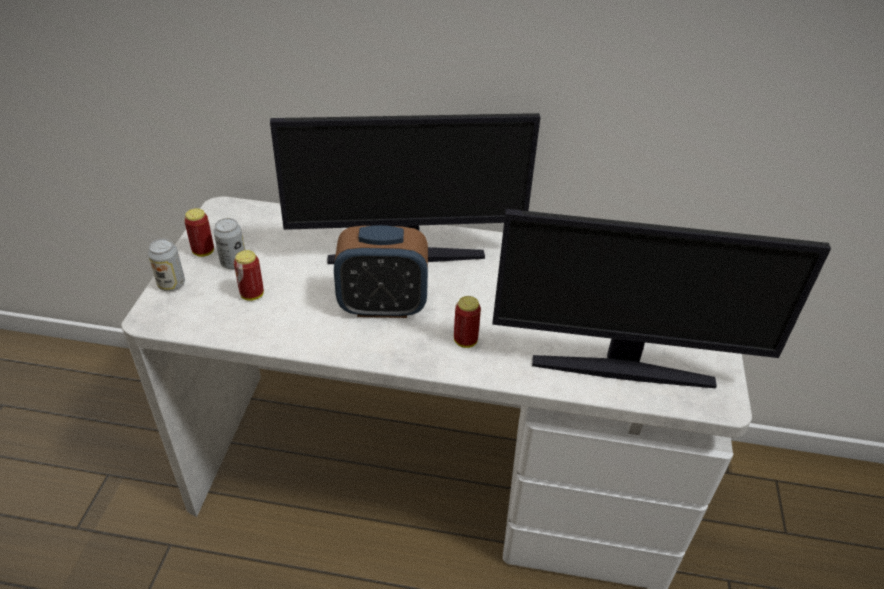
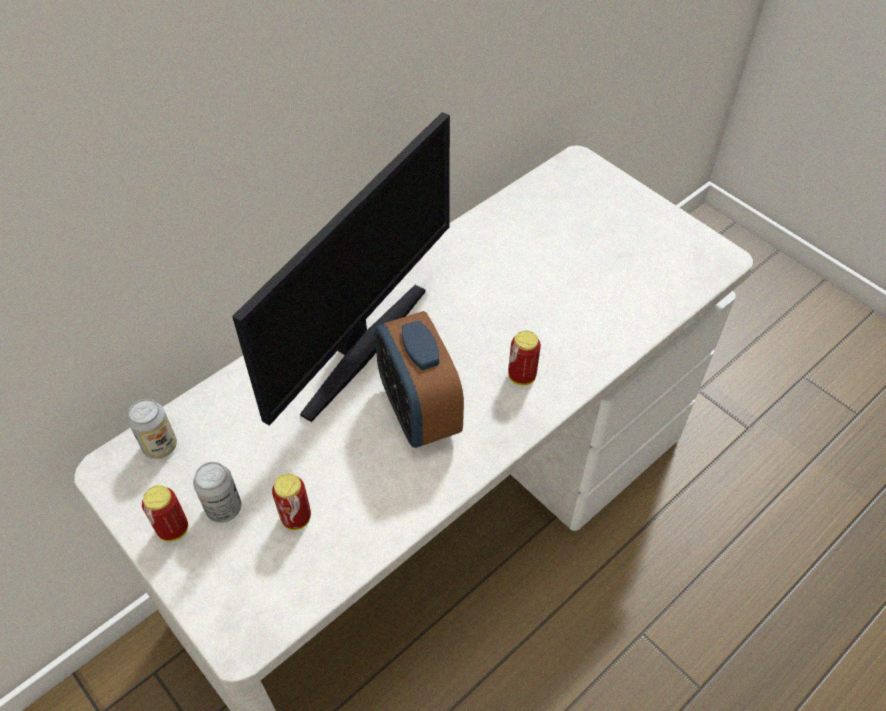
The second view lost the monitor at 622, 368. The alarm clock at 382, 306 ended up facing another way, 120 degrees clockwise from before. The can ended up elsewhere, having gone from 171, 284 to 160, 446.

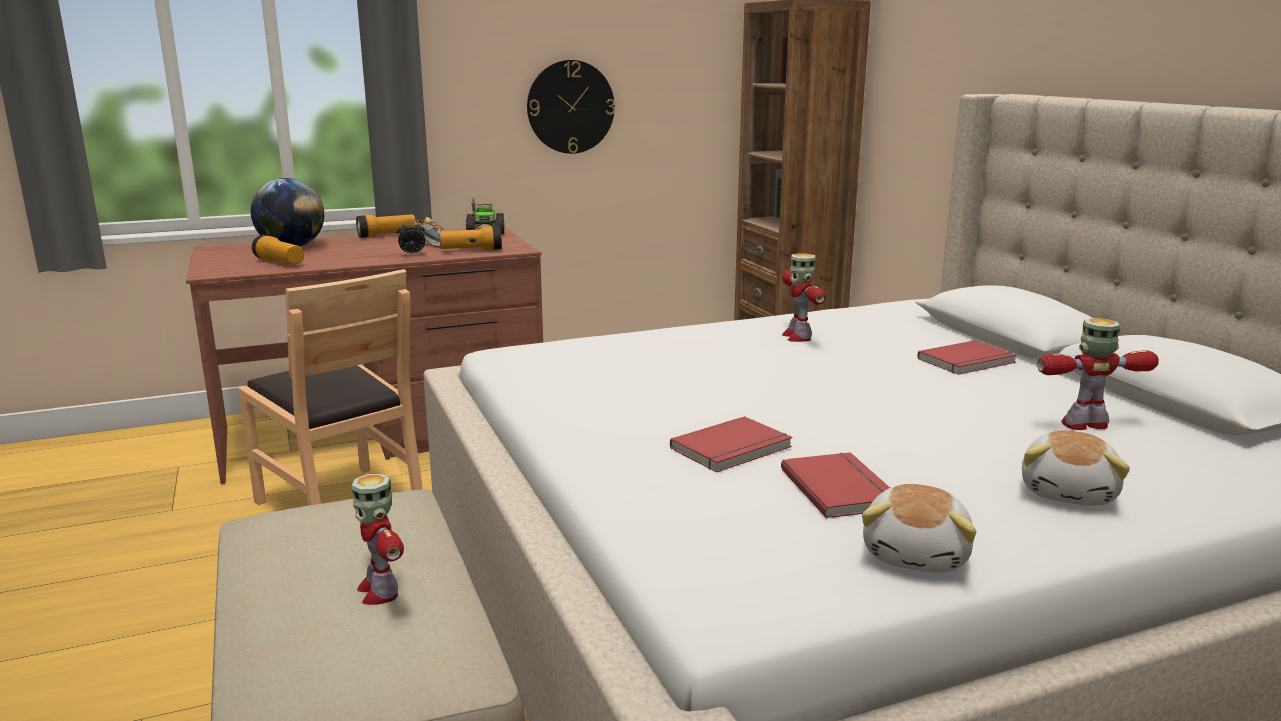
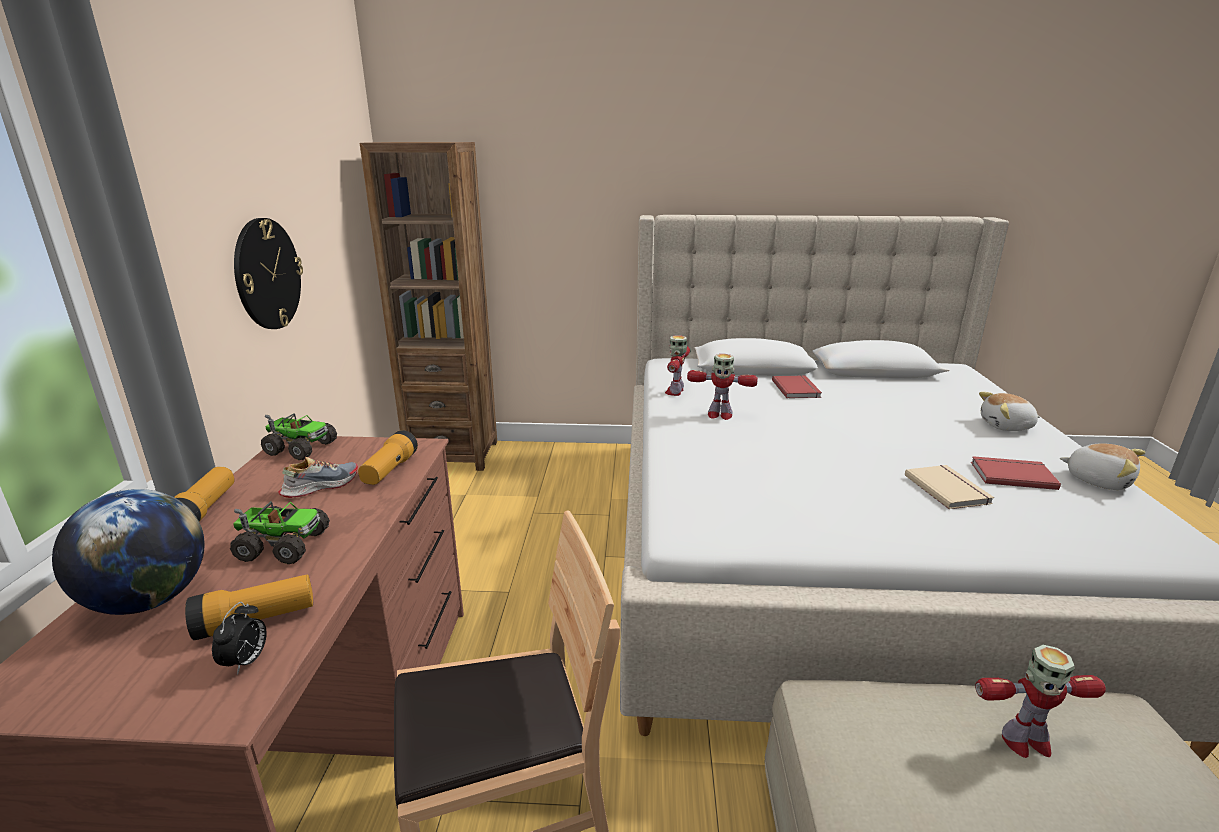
The alarm clock ended up elsewhere, having gone from 412, 255 to 246, 661. The toy robot ended up elsewhere, having gone from 1085, 425 to 675, 391. What was the red book at 733, 449 turned into the beige book at 948, 489. The plush toy at 1069, 493 ended up facing another way, 135 degrees clockwise from before. The second view gained the toy truck at 283, 545.

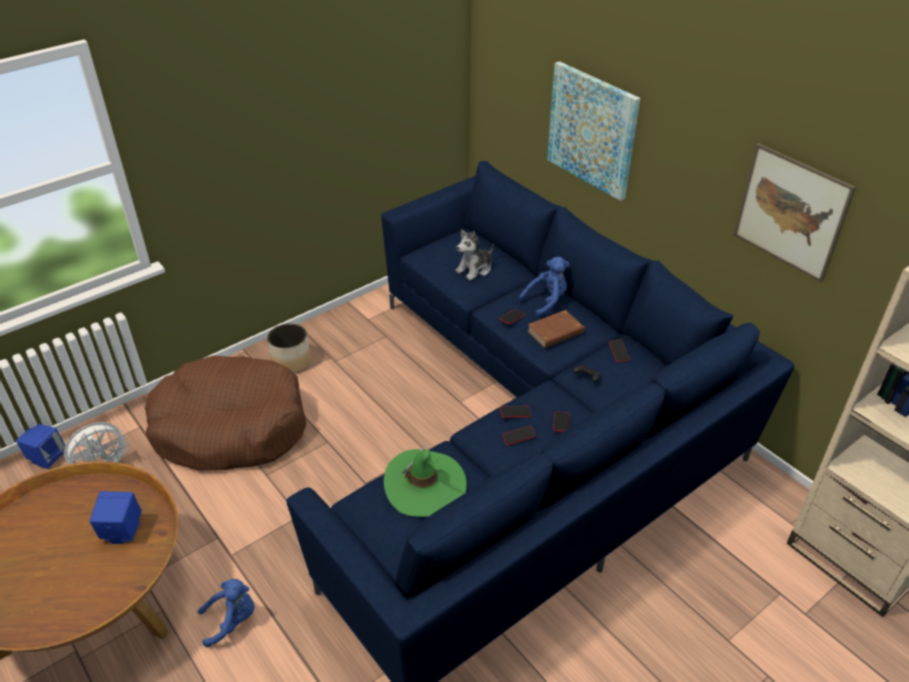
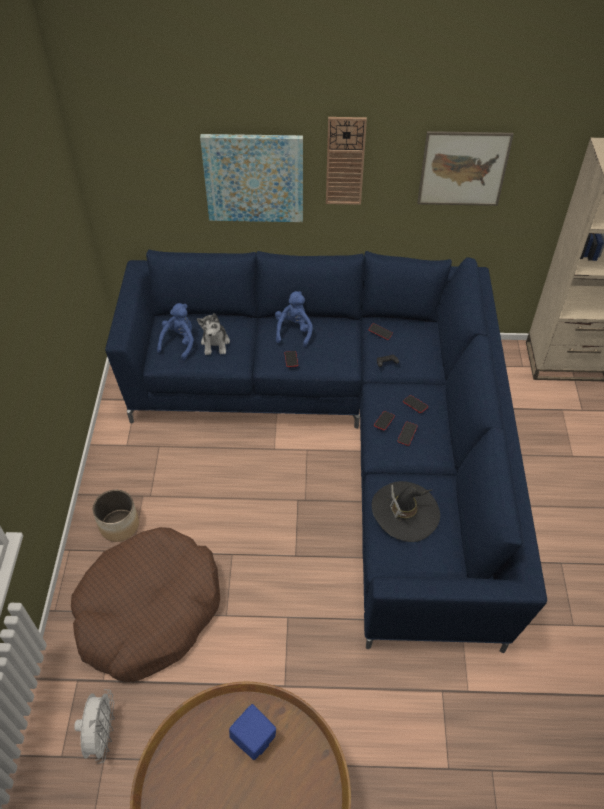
The second view lost the brown book at 555, 332. The second view lost the blue speaker at 47, 457. What was the green hat at 425, 485 turned into the black hat at 405, 512. The blue plush toy ended up elsewhere, having gone from 232, 620 to 179, 343. The second view gained the wall clock at 345, 161.

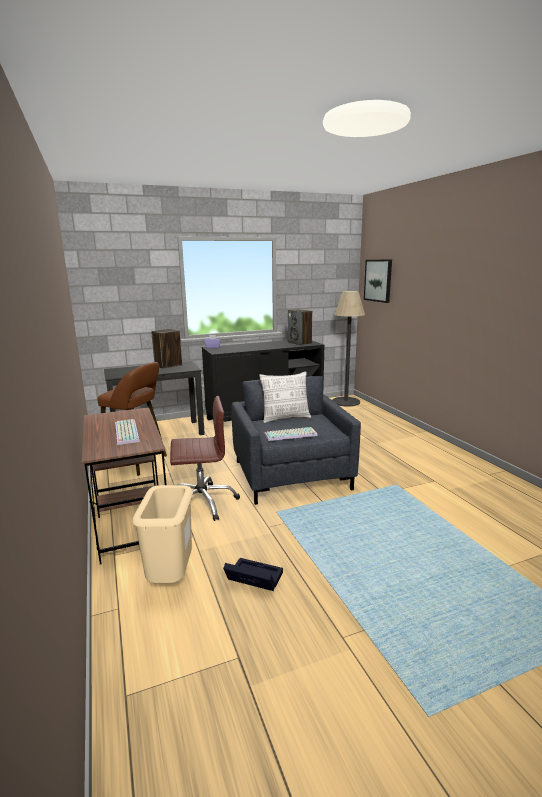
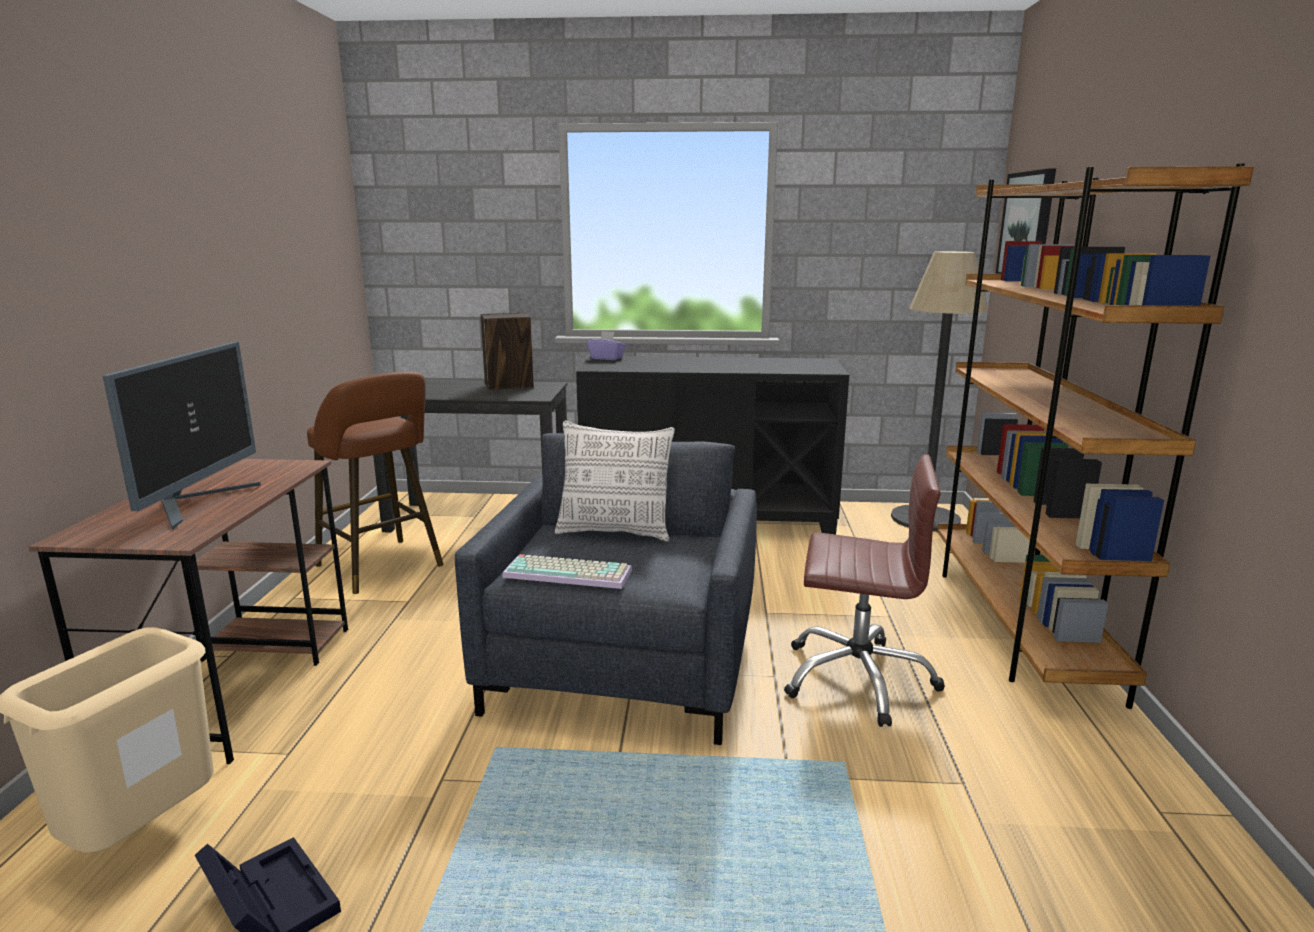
The second view lost the speaker at 300, 343. The brown office chair ended up elsewhere, having gone from 202, 502 to 857, 678. Where the keyboard stood at 125, 432, the monitor came to stand at 198, 503. The second view gained the brown bookcase at 1017, 624.

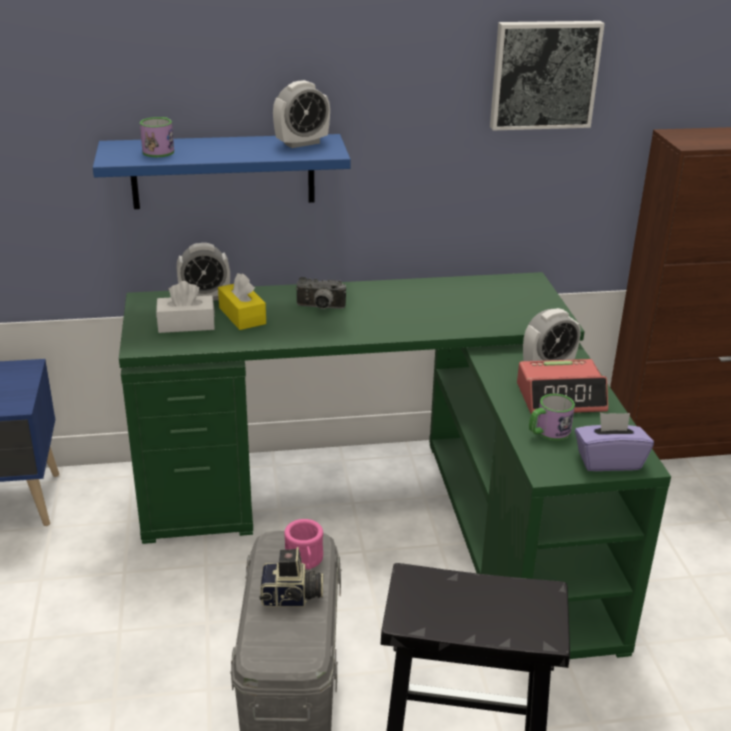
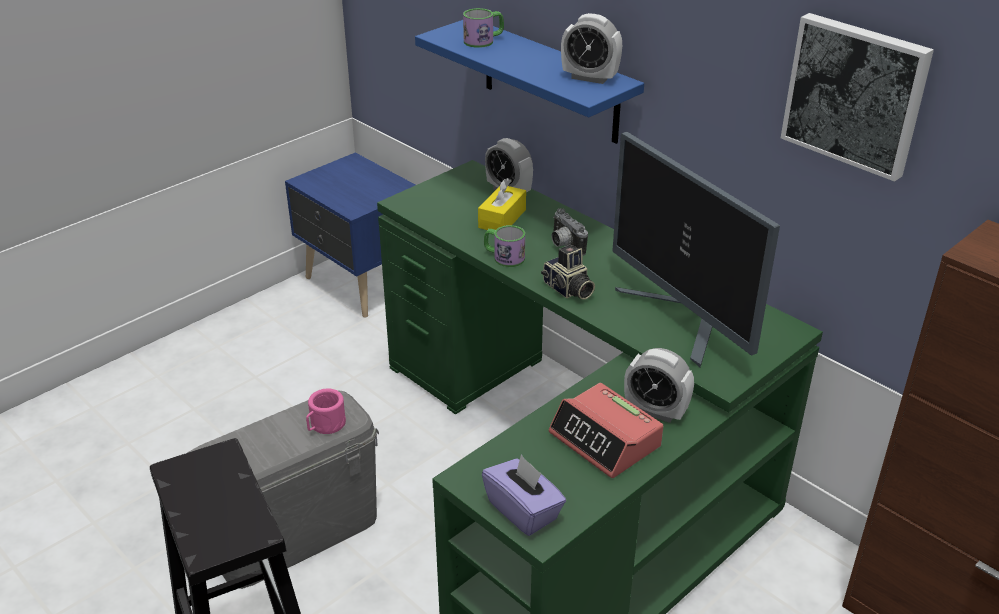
The second view lost the white tissue box at 186, 324. The mug ended up elsewhere, having gone from 548, 432 to 504, 257. The photo camera ended up elsewhere, having gone from 292, 598 to 568, 290. The second view gained the monitor at 682, 321.

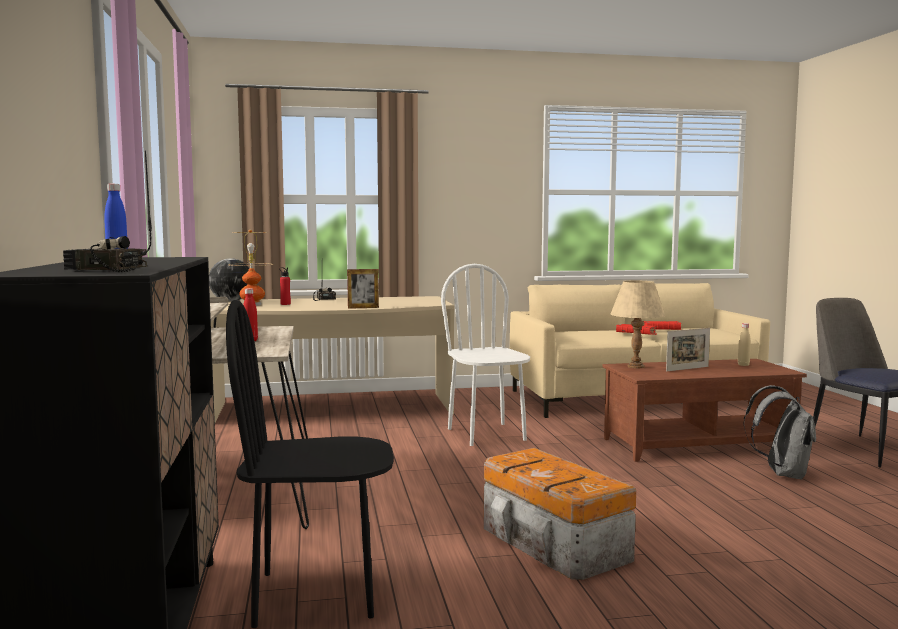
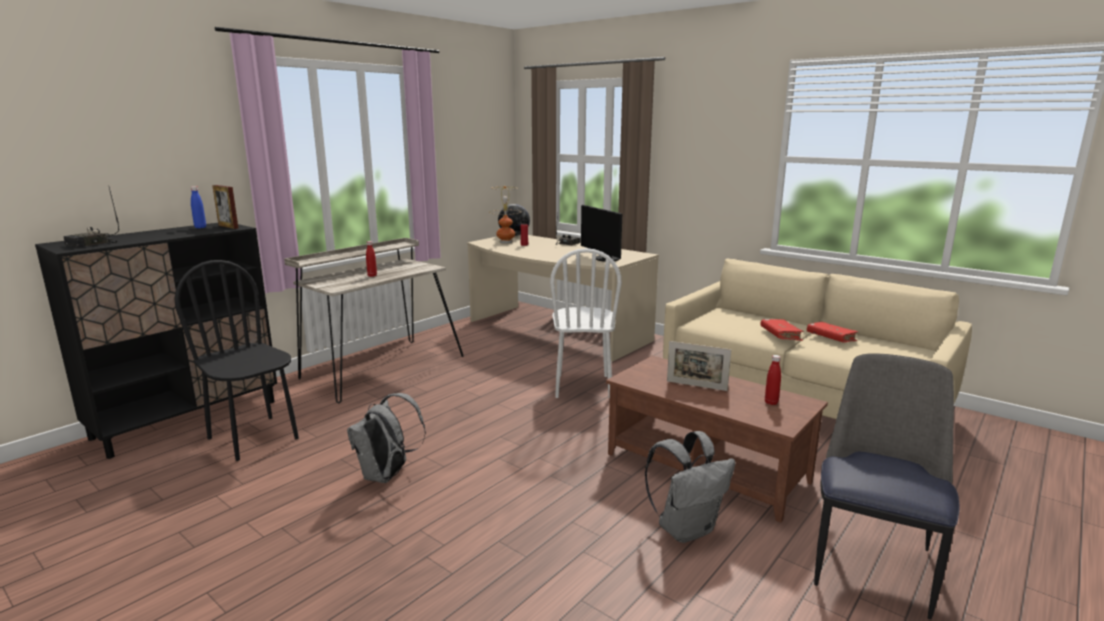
The radio at 106, 270 ended up facing another way, 120 degrees counterclockwise from before. The white chair at 487, 434 ended up facing another way, 150 degrees clockwise from before. The picture frame ended up elsewhere, having gone from 363, 307 to 228, 227. The second view lost the beige table lamp at 635, 366. What was the beige bottle at 743, 365 turned into the red bottle at 771, 402. Where the storage box stood at 553, 544, the grey backpack came to stand at 387, 476. The second view gained the monitor at 604, 259.

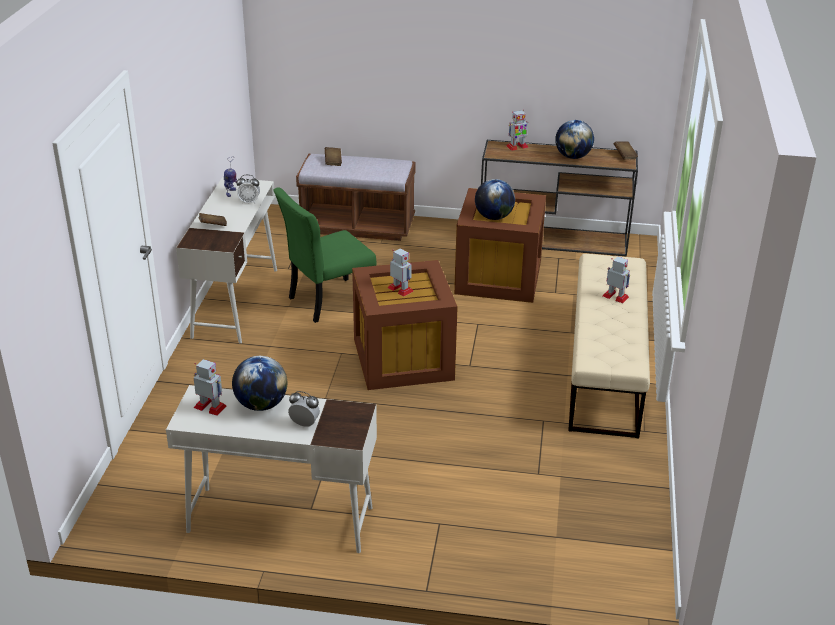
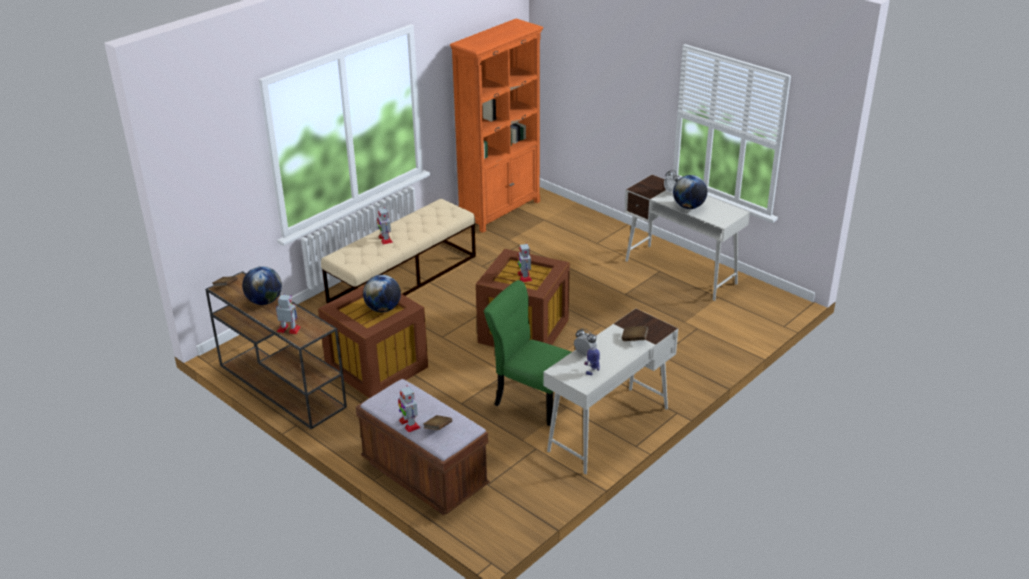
The green chair at 327, 301 ended up facing another way, 150 degrees counterclockwise from before. The toy robot ended up elsewhere, having gone from 210, 407 to 409, 424. The second view gained the orange bookcase at 500, 211.

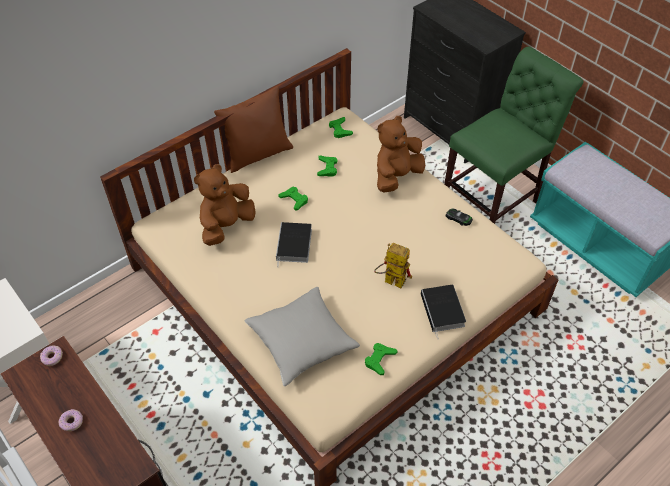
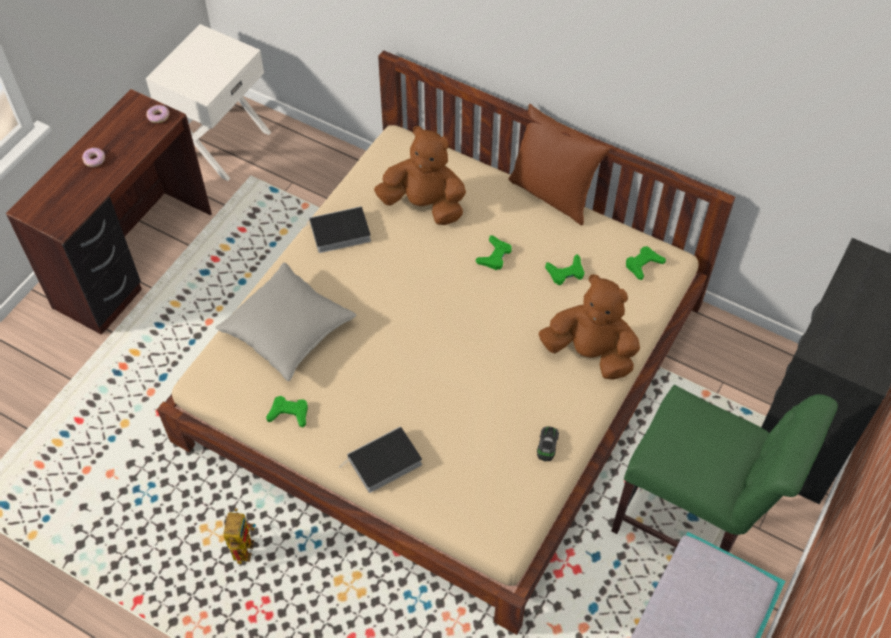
The book ended up elsewhere, having gone from 294, 246 to 338, 233. The toy robot ended up elsewhere, having gone from 390, 280 to 242, 544.

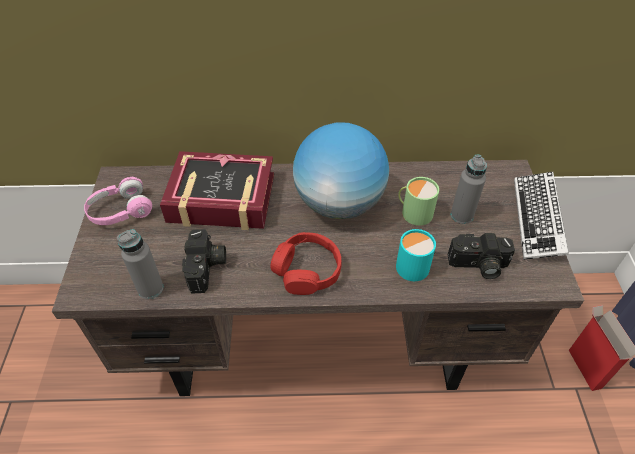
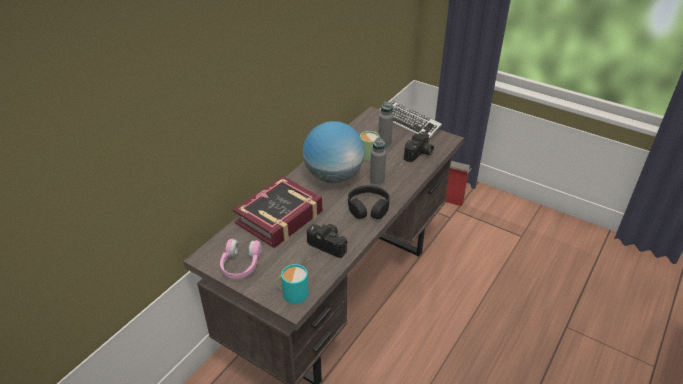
The grey bottle ended up elsewhere, having gone from 150, 288 to 377, 181. The turquoise mug ended up elsewhere, having gone from 410, 264 to 292, 293. What was the red headphones at 307, 270 turned into the black headphones at 368, 208.

